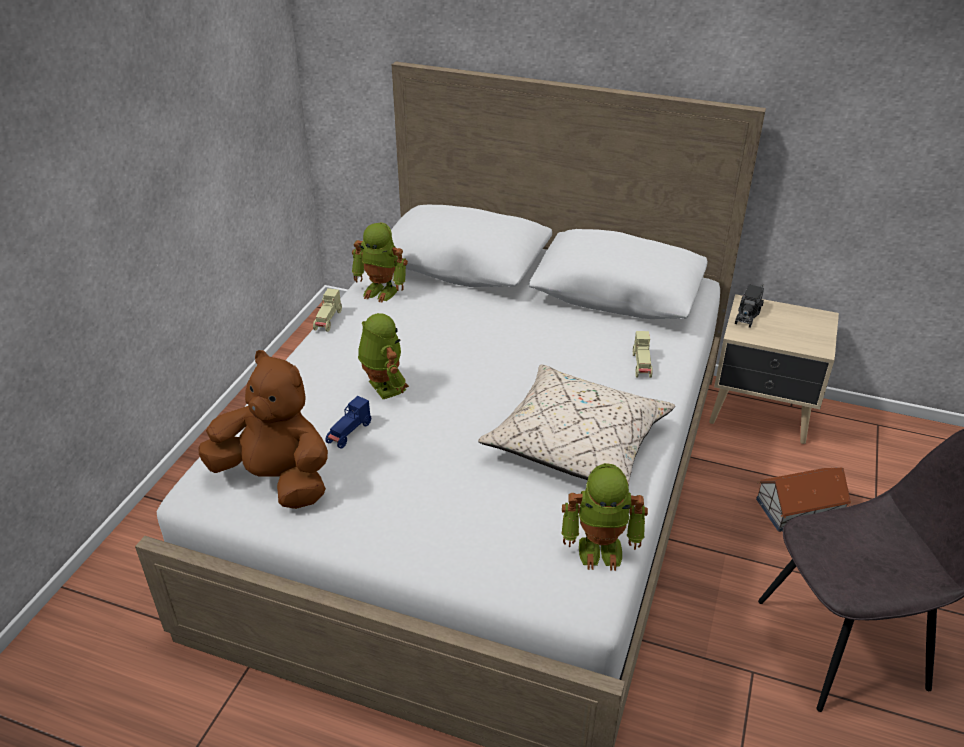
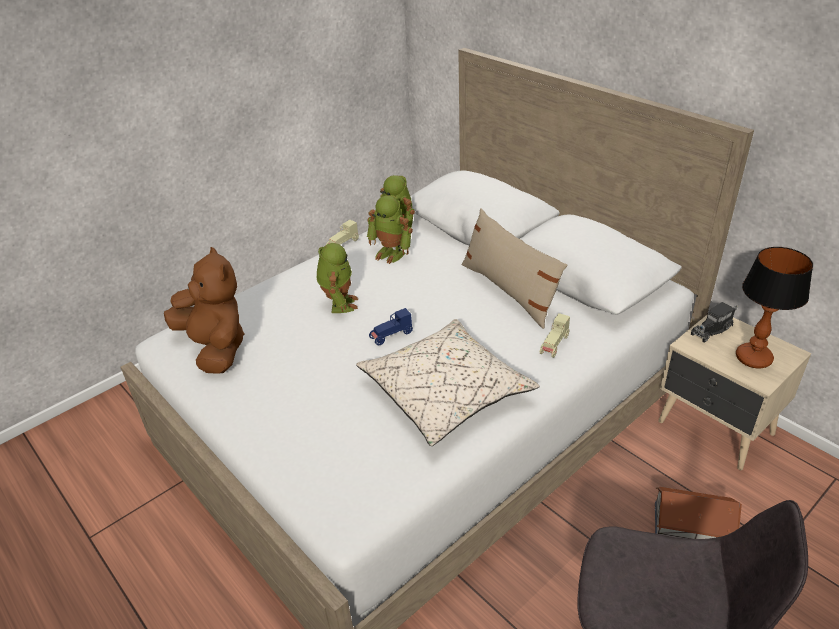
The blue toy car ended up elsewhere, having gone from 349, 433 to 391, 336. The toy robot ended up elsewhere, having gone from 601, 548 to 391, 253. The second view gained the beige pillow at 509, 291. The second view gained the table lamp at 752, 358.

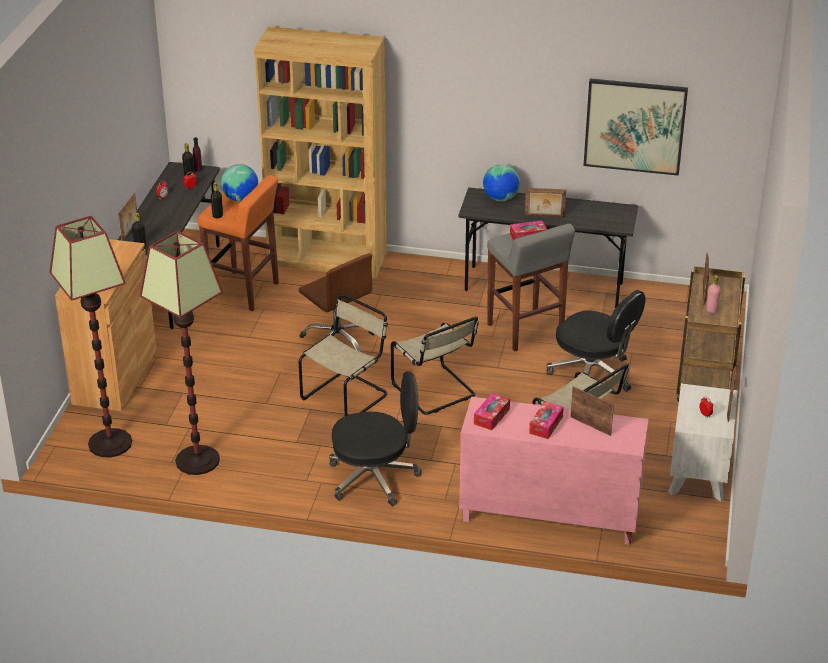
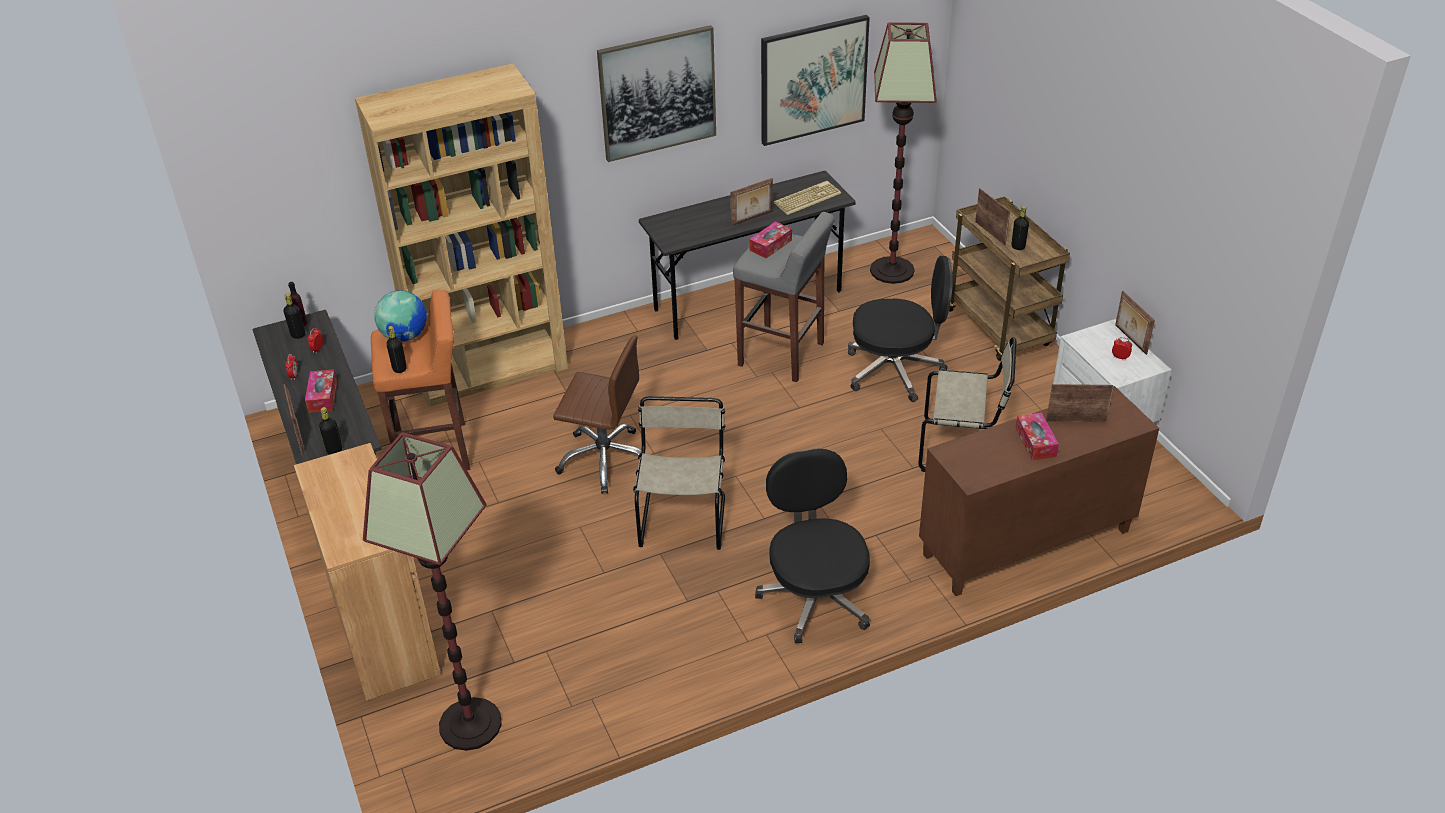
The second view lost the globe at 500, 198. The floor lamp ended up elsewhere, having gone from 197, 460 to 891, 271. What was the pink bottle at 711, 310 turned into the black bottle at 1018, 247. The second view lost the beige chair at 435, 391. The black office chair at 375, 477 ended up facing another way, 60 degrees counterclockwise from before. The tissue box ended up elsewhere, having gone from 491, 416 to 322, 396. What was the pink cabinet at 548, 517 turned into the brown cabinet at 1025, 544. The second view gained the picture at 657, 93. The second view gained the keyboard at 807, 198.

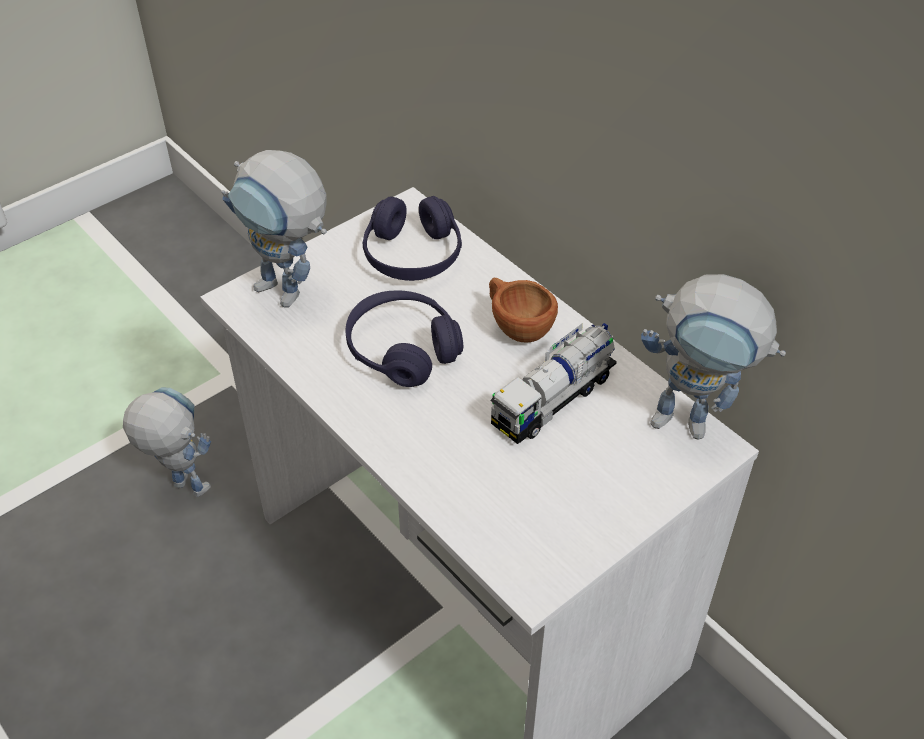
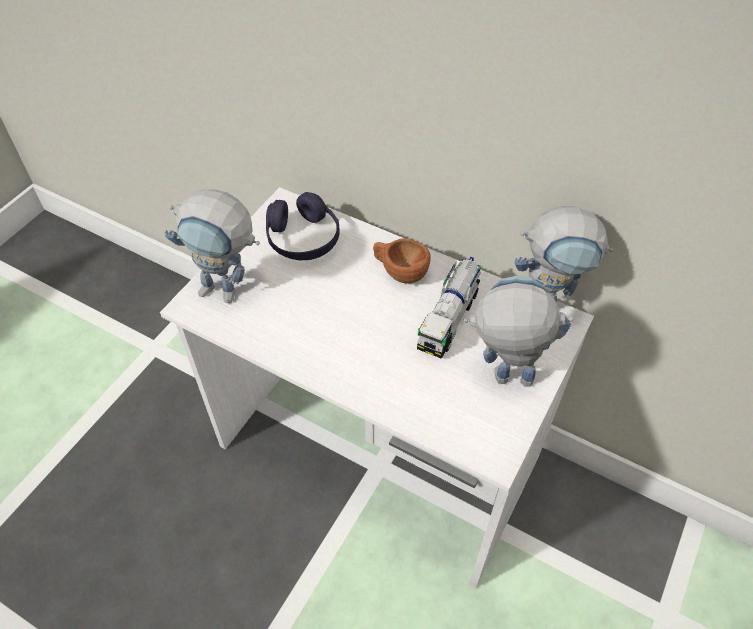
The second view lost the purple headphones at 403, 350. The toy robot ended up elsewhere, having gone from 180, 484 to 502, 380.

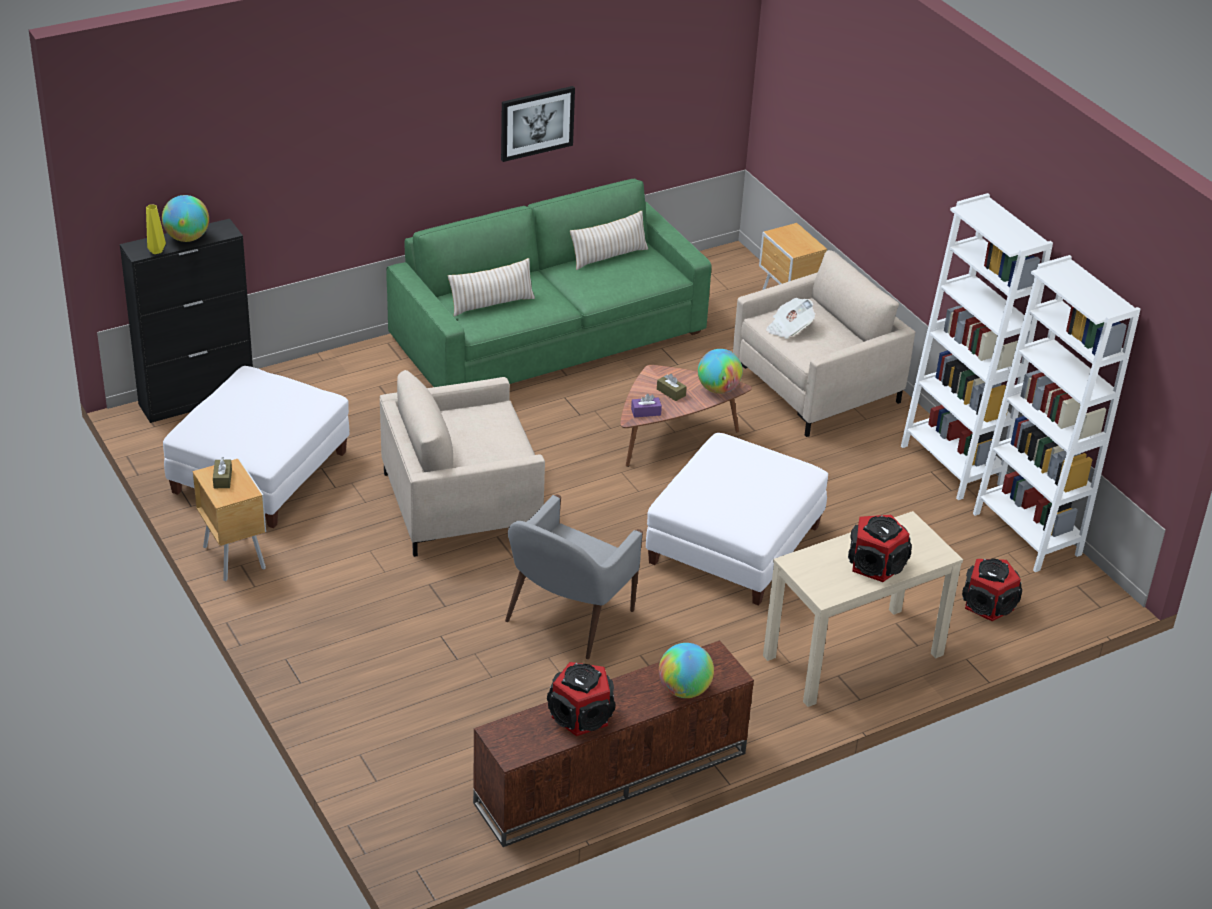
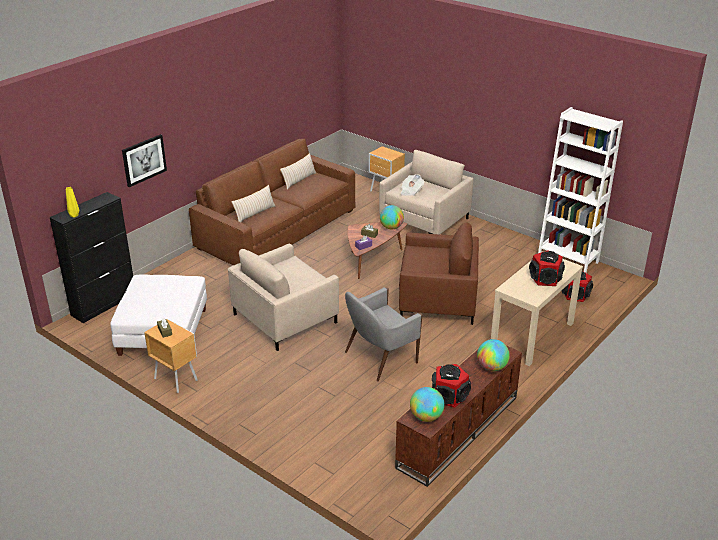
The picture ended up elsewhere, having gone from 536, 123 to 144, 160. What was the green sofa at 548, 335 turned into the brown sofa at 277, 229. The second view lost the white bookcase at 951, 465. The globe ended up elsewhere, having gone from 187, 238 to 426, 417. Where the white ottoman stood at 734, 544, the brown armchair came to stand at 438, 300. The grey armchair at 568, 617 ended up facing another way, 45 degrees clockwise from before.

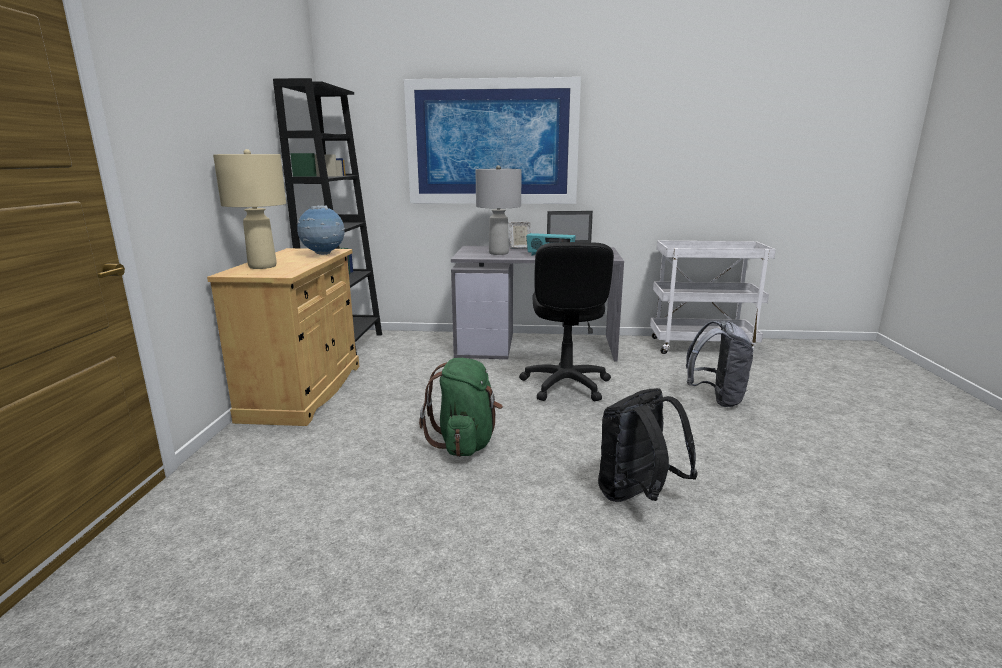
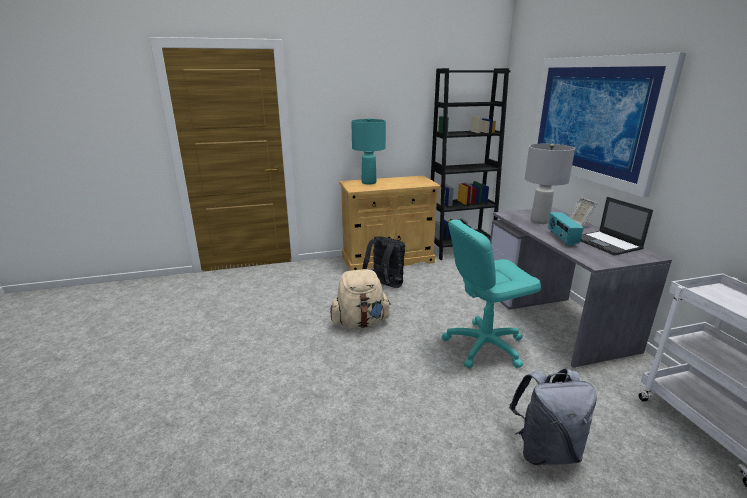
What was the beige table lamp at 262, 266 turned into the turquoise table lamp at 368, 182. The second view lost the globe at 323, 255. What was the black office chair at 565, 385 turned into the turquoise office chair at 484, 346. What was the green backpack at 465, 443 turned into the beige backpack at 360, 323. The black backpack ended up elsewhere, having gone from 637, 496 to 385, 286.

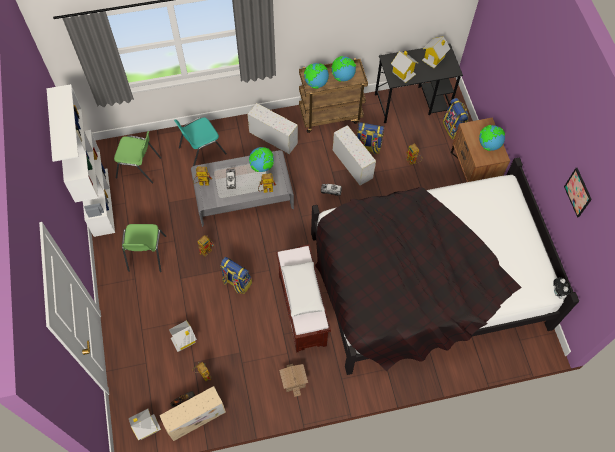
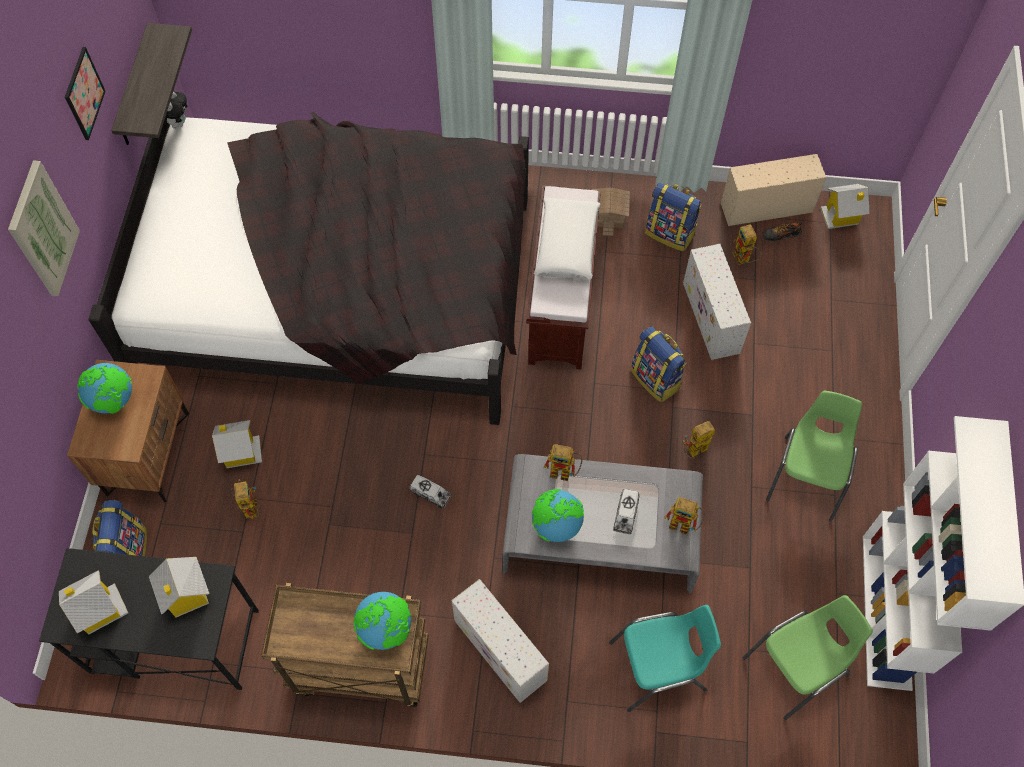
The second view lost the globe at 342, 77. The backpack ended up elsewhere, having gone from 367, 147 to 670, 233. The white storage box ended up elsewhere, having gone from 352, 163 to 711, 318. The green chair at 139, 167 ended up facing another way, 120 degrees clockwise from before. The toy house ended up elsewhere, having gone from 184, 340 to 241, 452. The second view gained the shelf at 135, 88. The second view gained the picture at 42, 229.

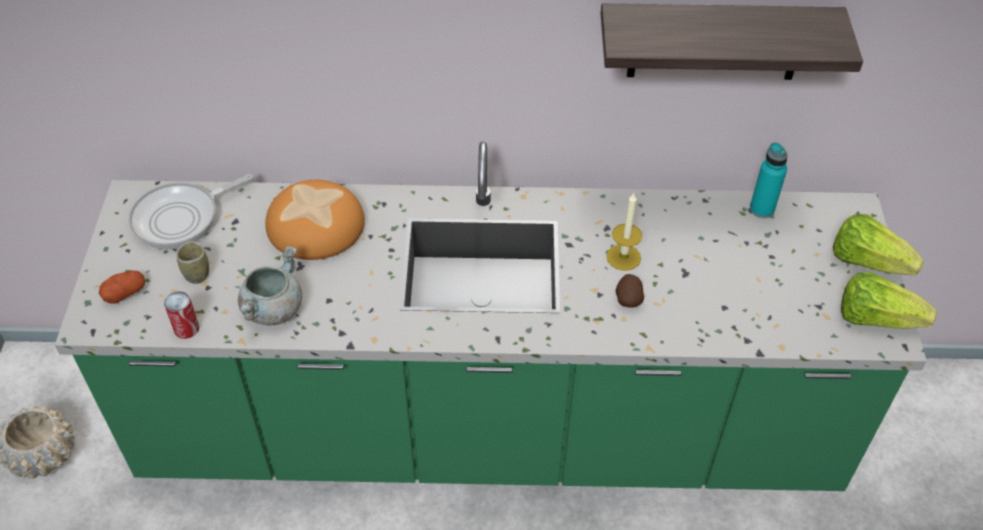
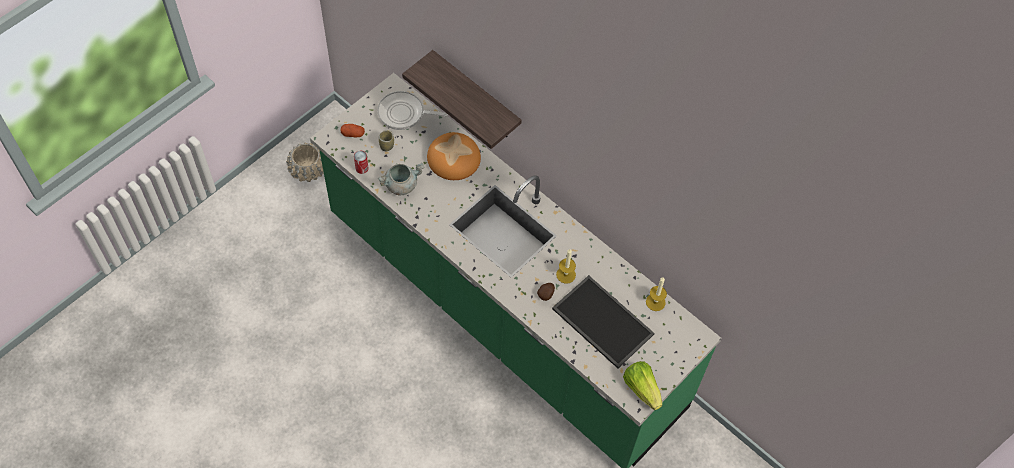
The shelf ended up elsewhere, having gone from 716, 41 to 476, 97. Where the turquoise bottle stood at 762, 209, the candle came to stand at 655, 302. The second view lost the lettuce at 867, 261. The second view gained the tray at 601, 322.

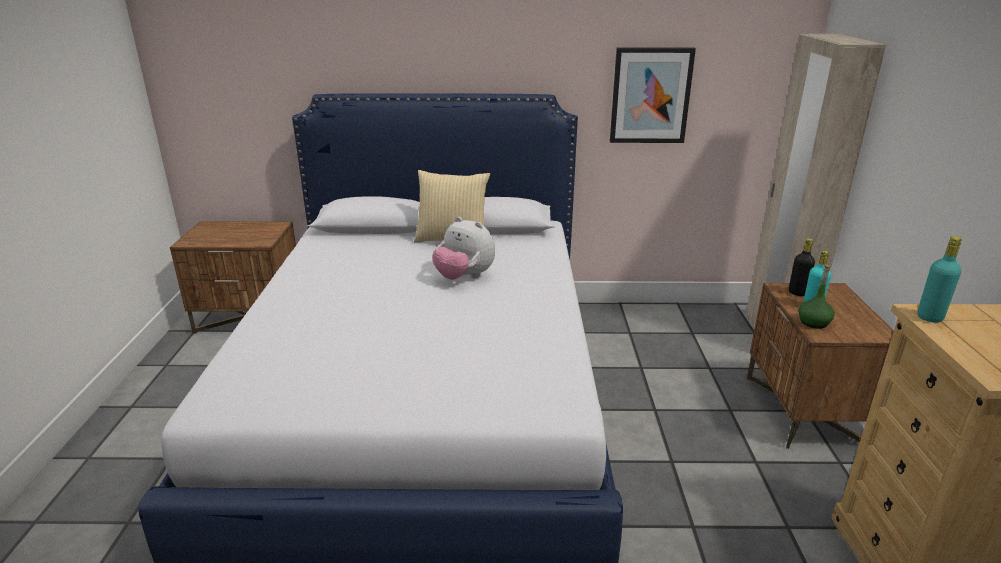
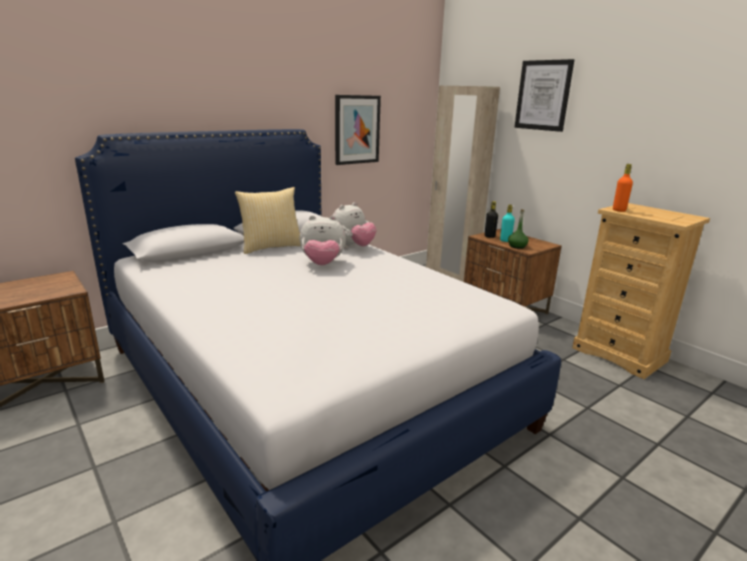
What was the turquoise bottle at 929, 317 turned into the orange bottle at 619, 210. The second view gained the picture at 543, 95. The second view gained the plush toy at 352, 247.

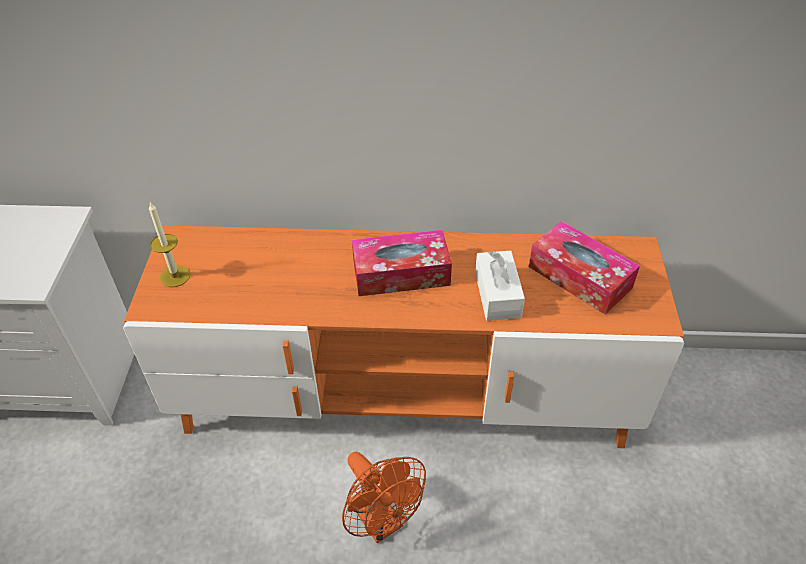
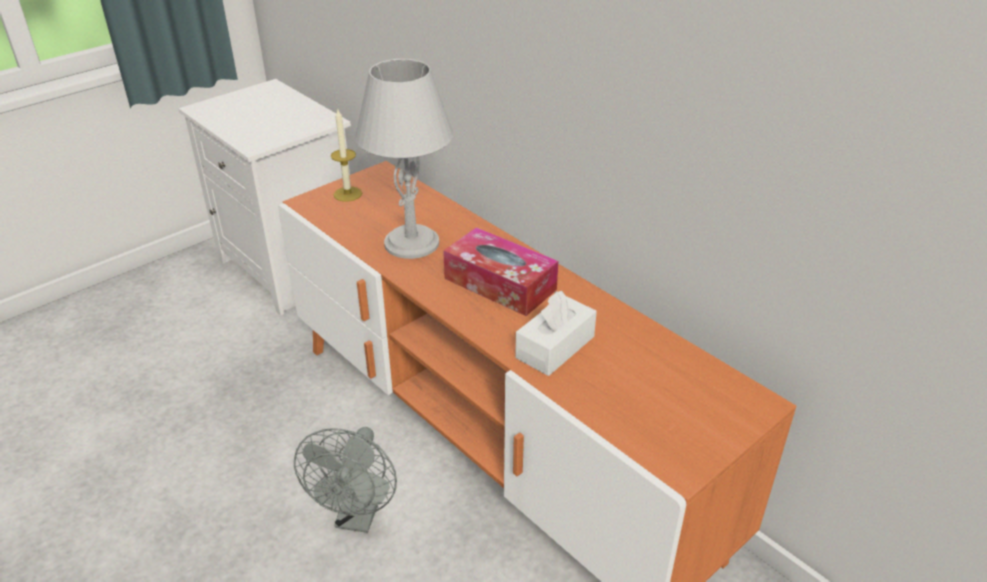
The second view lost the tissue box at 579, 277. What was the orange fan at 381, 522 turned into the grey fan at 358, 516. The second view gained the grey table lamp at 411, 242.

